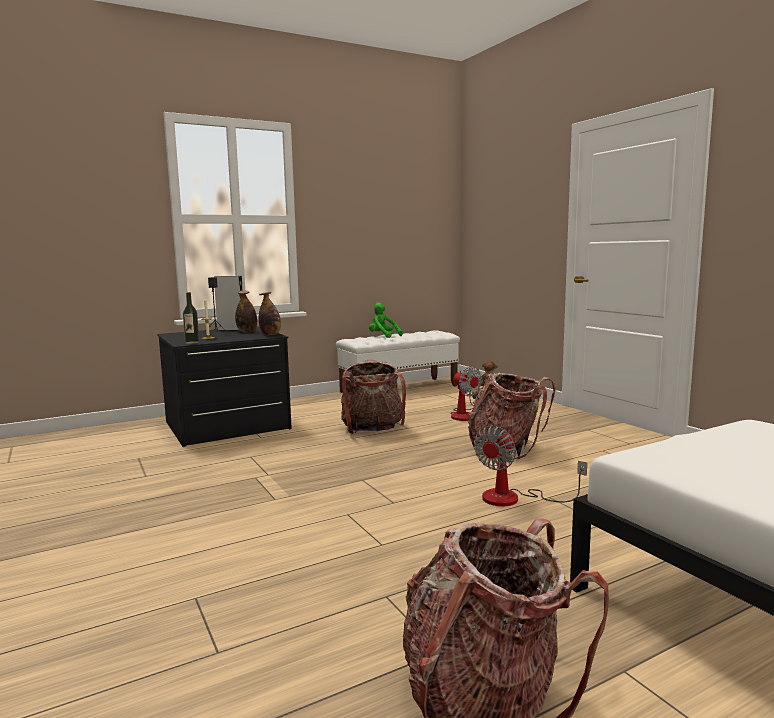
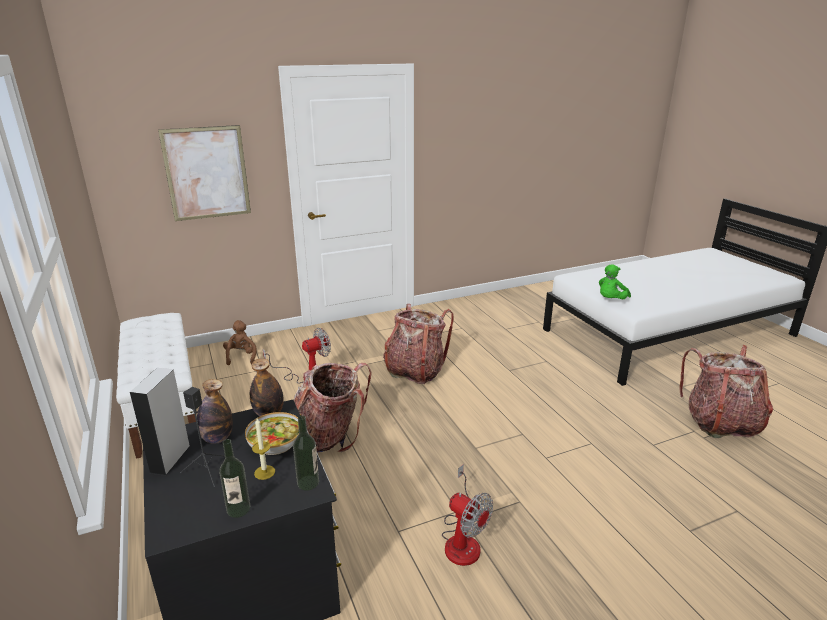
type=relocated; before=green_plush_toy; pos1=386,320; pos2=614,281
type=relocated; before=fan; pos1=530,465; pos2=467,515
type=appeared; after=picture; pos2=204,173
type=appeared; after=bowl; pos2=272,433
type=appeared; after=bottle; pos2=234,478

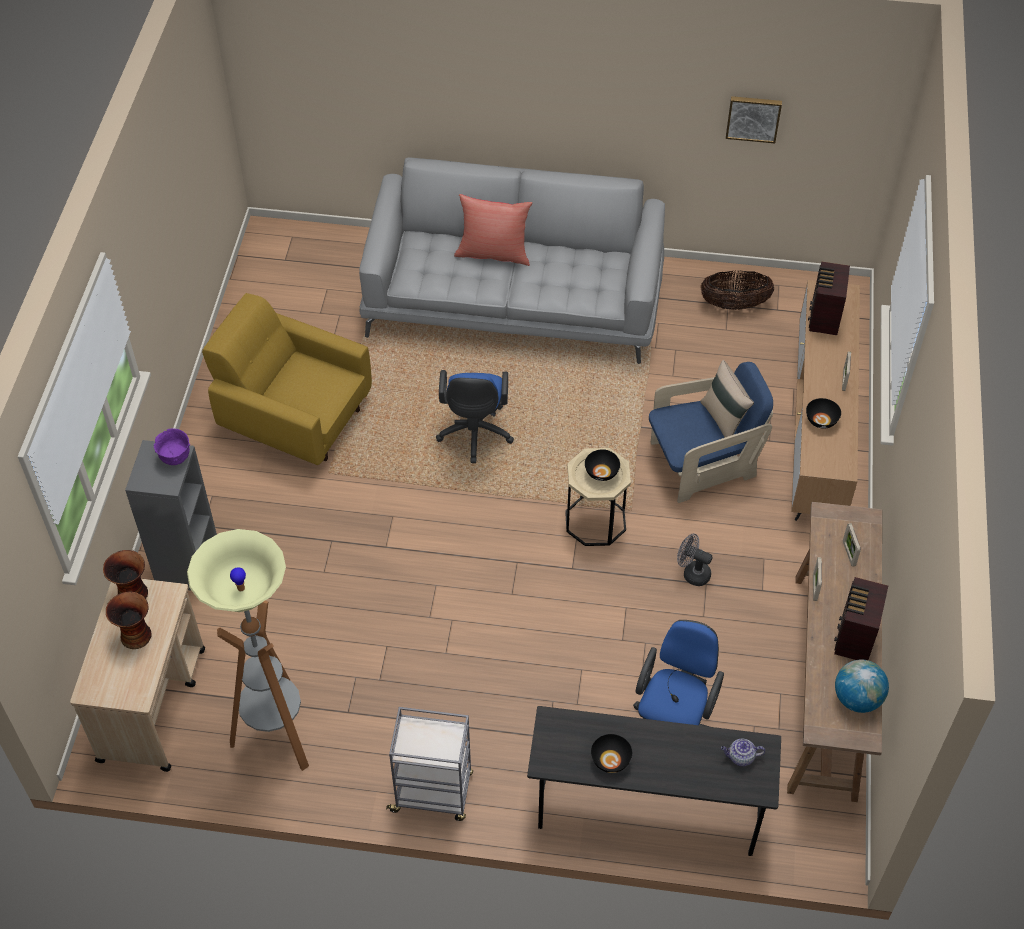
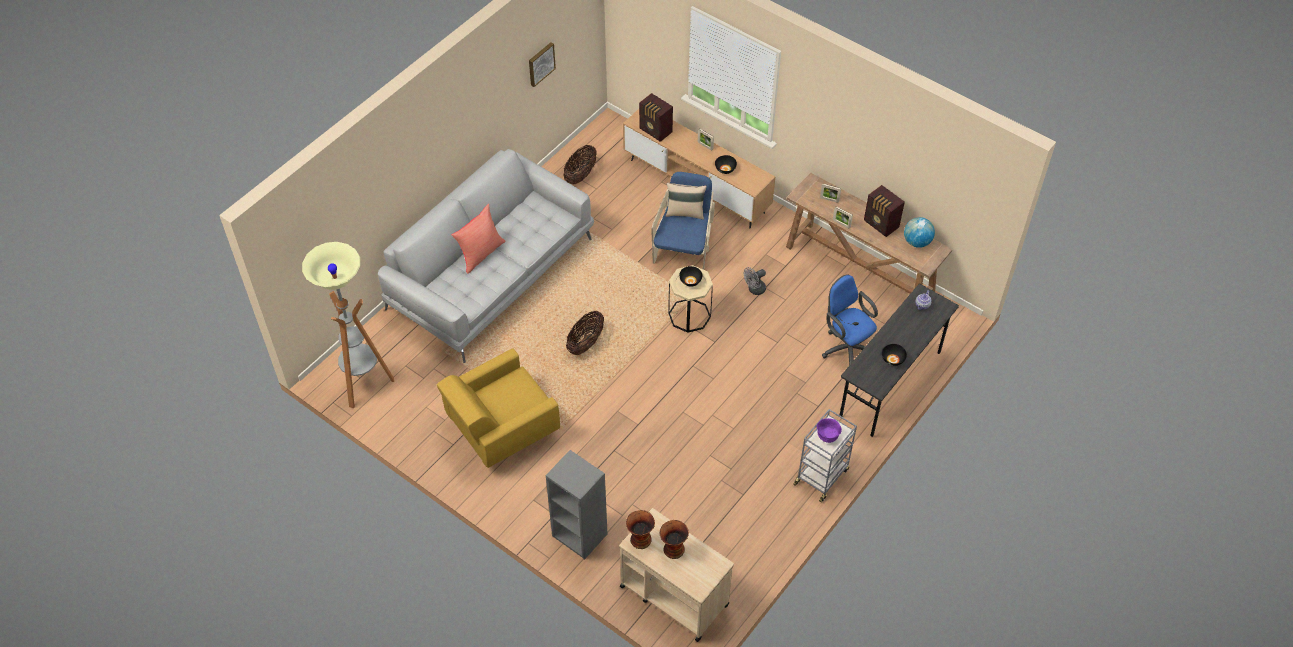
type=exchanged; before=blue_office_chair; after=basket; pos1=475,416; pos2=585,333
type=relocated; before=purple_bowl; pos1=172,446; pos2=829,430
type=relocated; before=floor_lamp; pos1=248,650; pos2=348,325

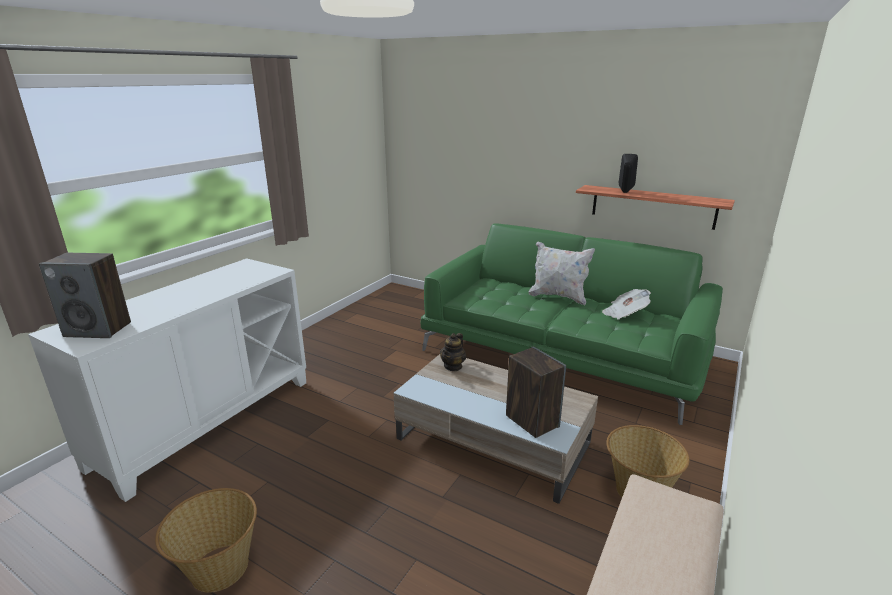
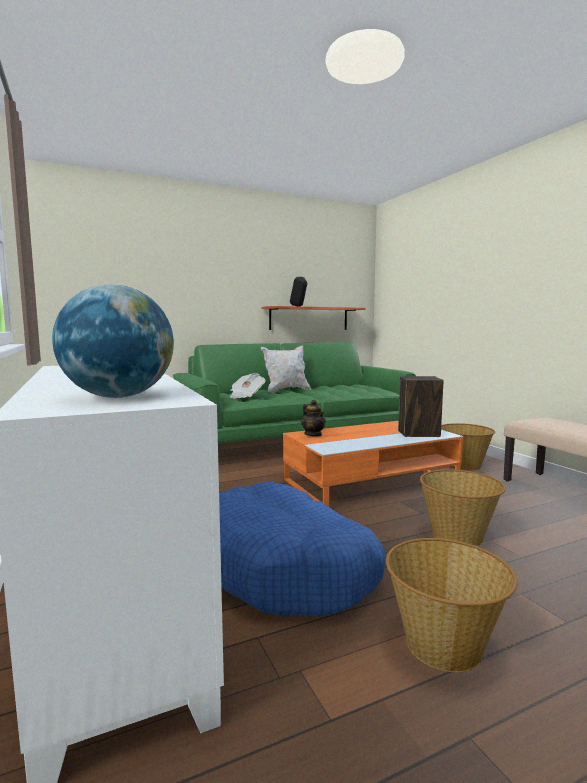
type=exchanged; before=speaker; after=globe; pos1=85,295; pos2=113,341
type=relocated; before=newspaper; pos1=626,304; pos2=247,386
type=colour; before=beige_coffee_table; after=orange_coffee_table; pos1=496,429; pos2=373,464
type=appeared; after=basket; pos2=463,507
type=appeared; after=blue_dog_bed; pos2=302,549

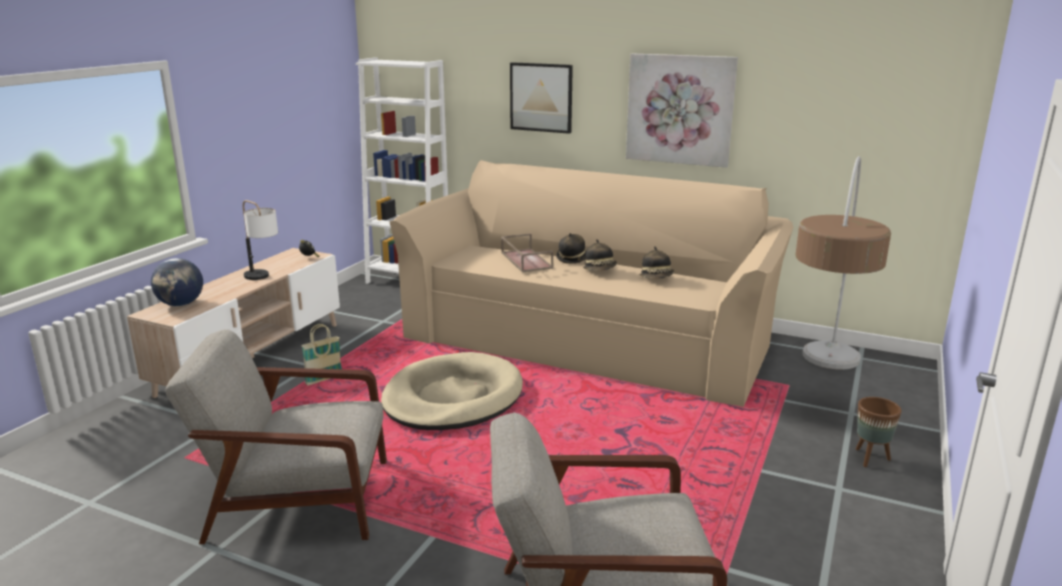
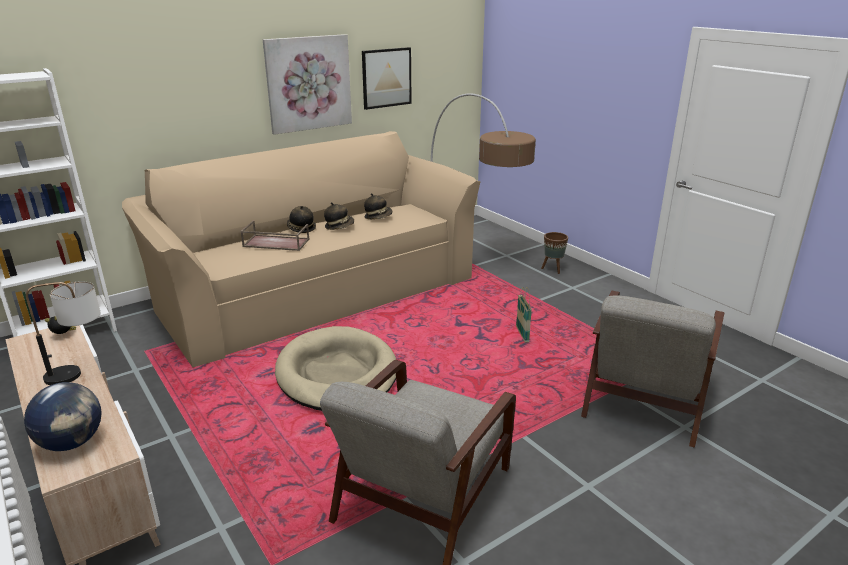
type=relocated; before=picture; pos1=541,98; pos2=387,78
type=relocated; before=basket; pos1=322,354; pos2=524,315

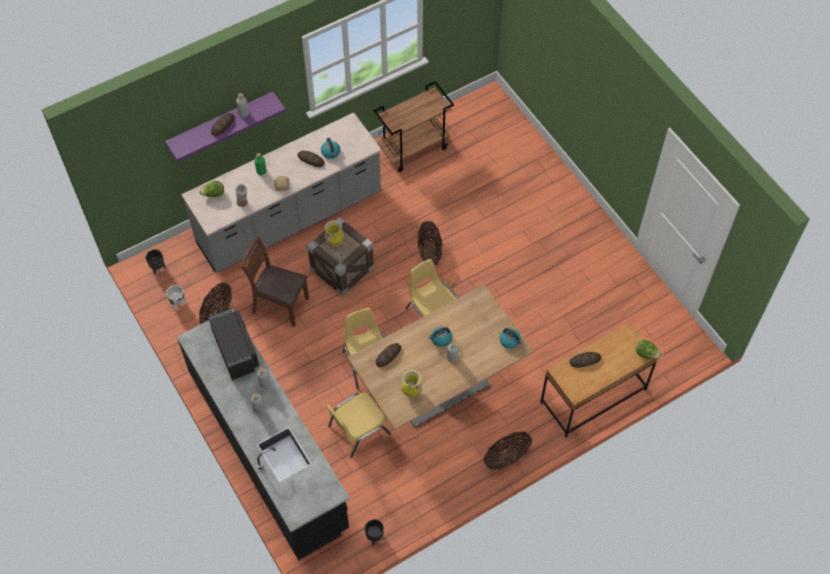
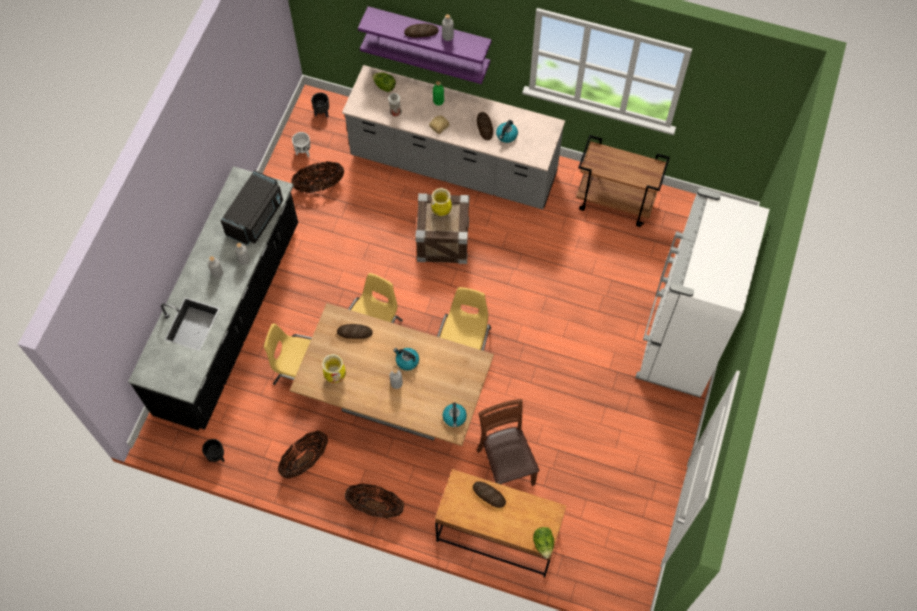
type=relocated; before=basket; pos1=430,243; pos2=303,454
type=relocated; before=brown_chair; pos1=275,281; pos2=508,442
type=appeared; after=purple_shelf; pos2=425,58
type=appeared; after=white_fridge; pos2=702,292

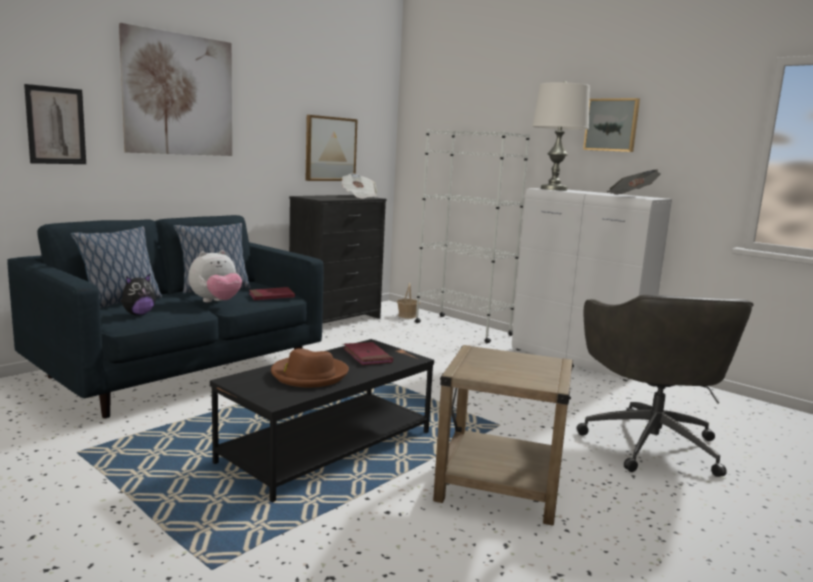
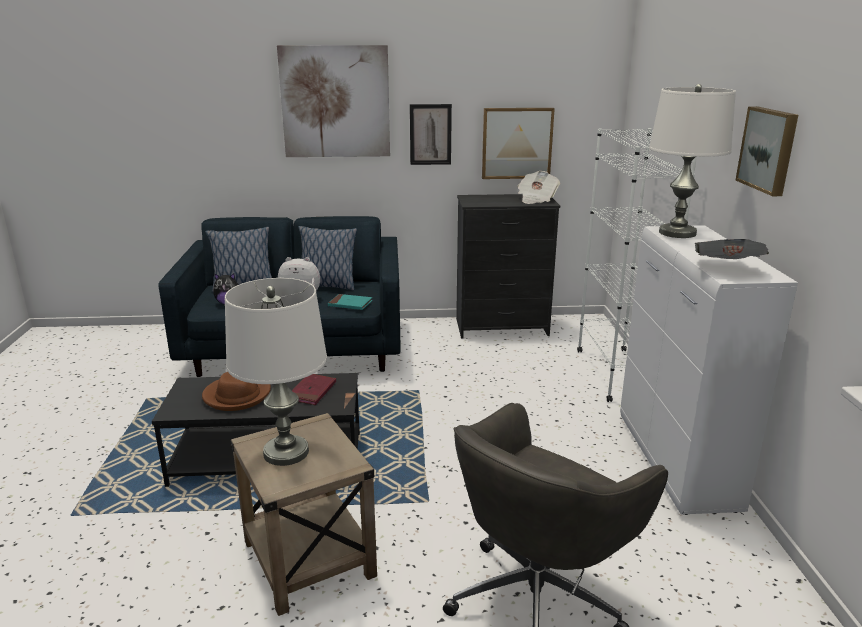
type=relocated; before=picture; pos1=55,124; pos2=431,134
type=missing; before=basket; pos1=408,301
type=colour; before=red_book; after=turquoise_book; pos1=272,293; pos2=350,302
type=appeared; after=white_table_lamp; pos2=276,372

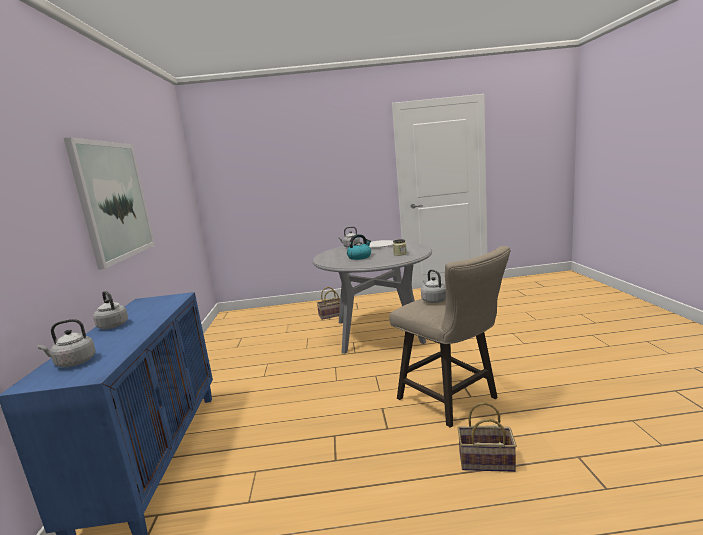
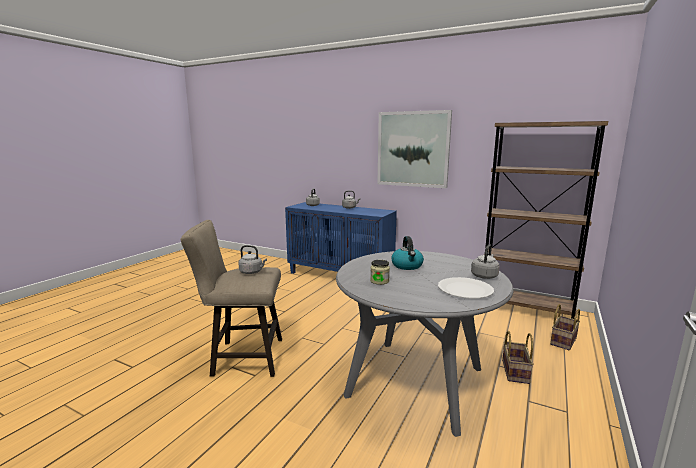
type=relocated; before=basket; pos1=487,437; pos2=565,327
type=appeared; after=brown_bookcase; pos2=546,220

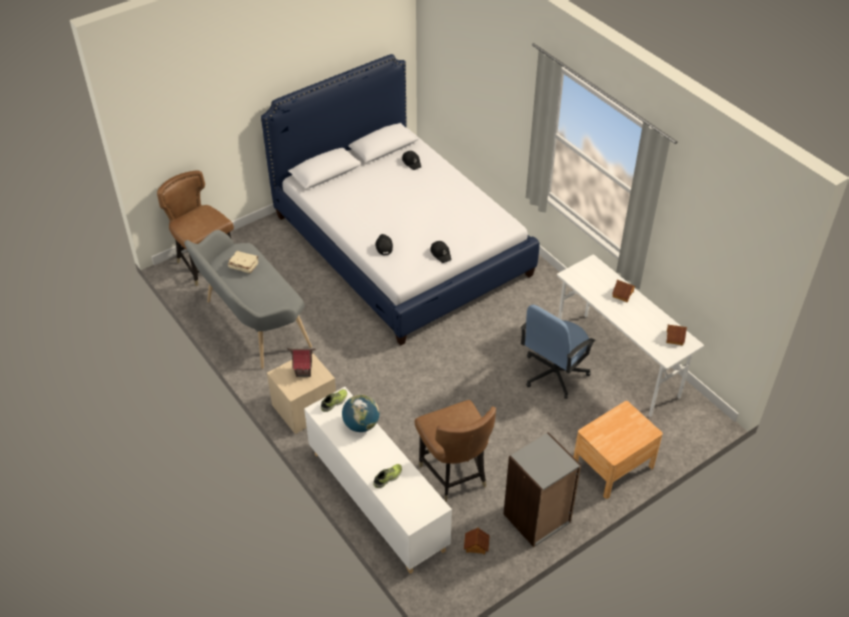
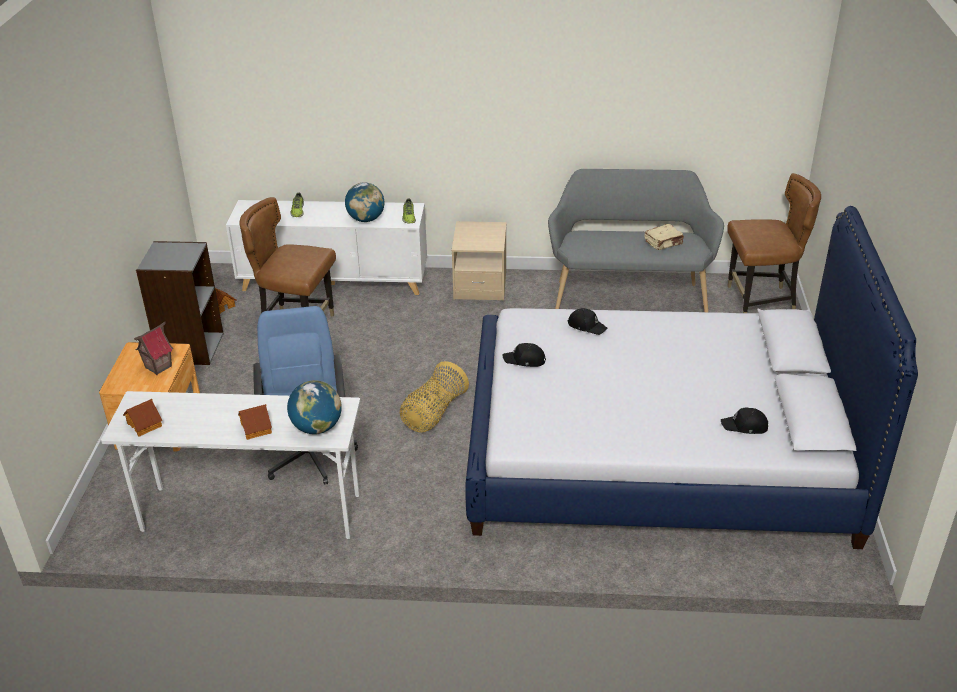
type=relocated; before=toy_house; pos1=301,362; pos2=154,348
type=appeared; after=basket; pos2=434,397
type=appeared; after=globe; pos2=314,407

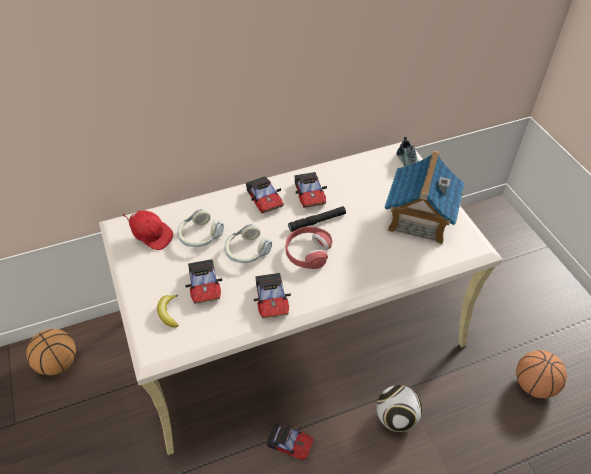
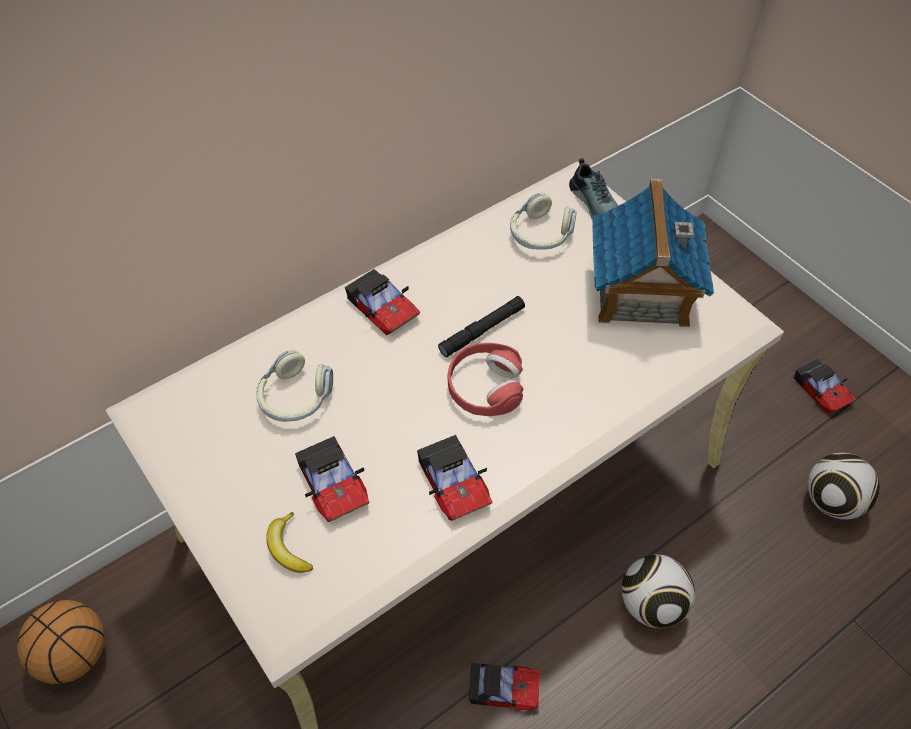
type=relocated; before=toy_car; pos1=311,190; pos2=825,386
type=missing; before=red_cap; pos1=147,230
type=relocated; before=headphones; pos1=248,243; pos2=543,221
type=exchanged; before=basketball; after=football; pos1=541,374; pos2=844,486

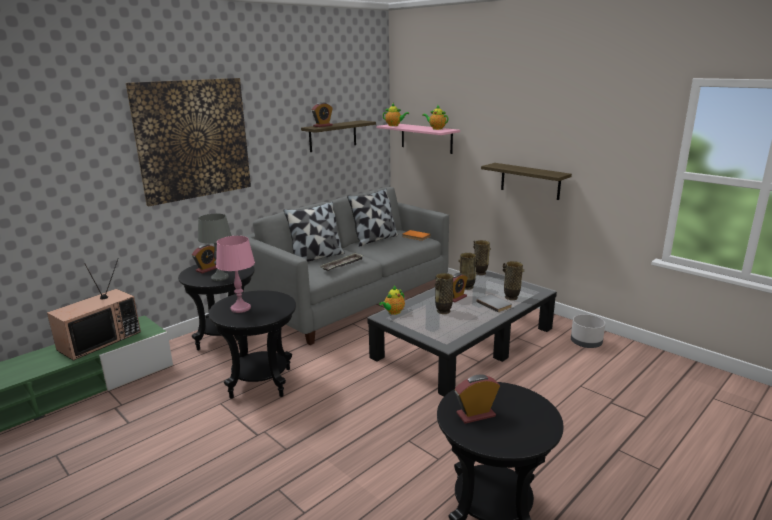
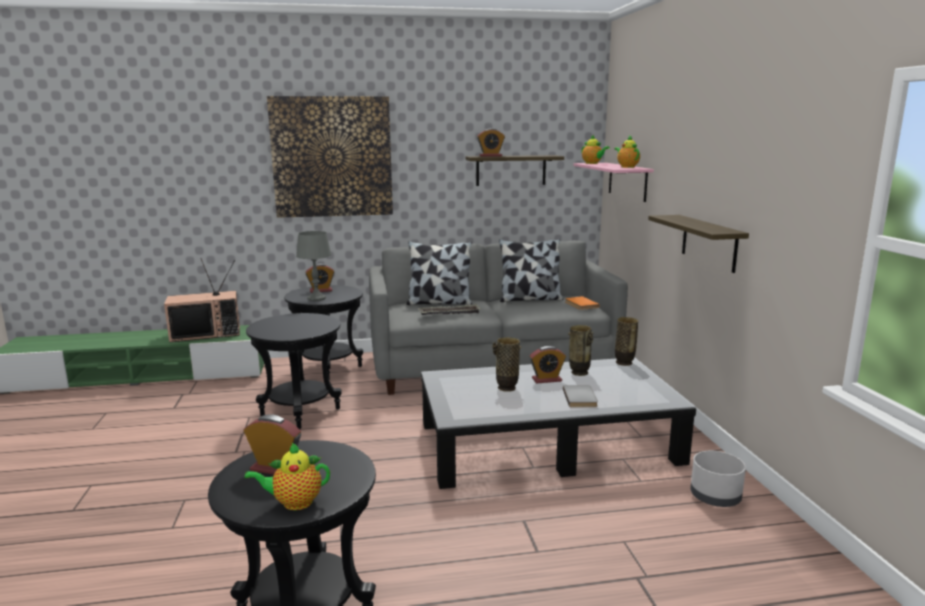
type=missing; before=pink_table_lamp; pos1=235,274
type=missing; before=vase; pos1=513,280
type=relocated; before=teapot; pos1=392,300; pos2=287,476

